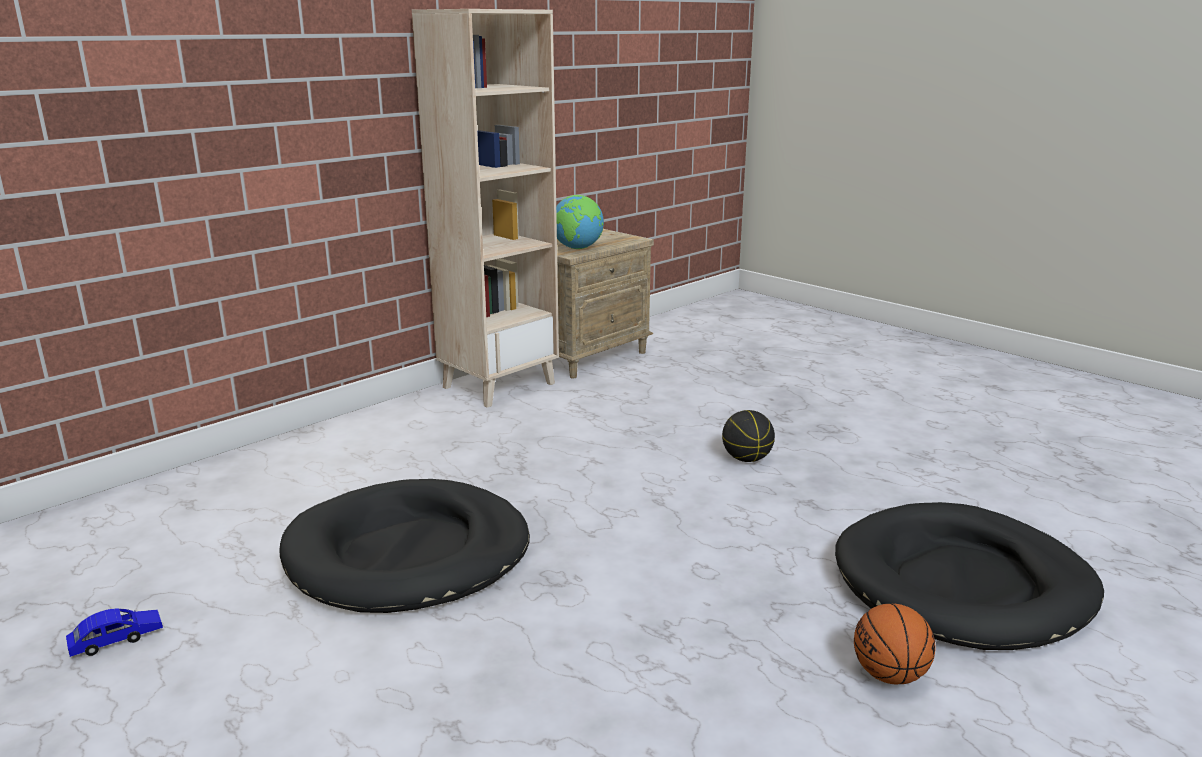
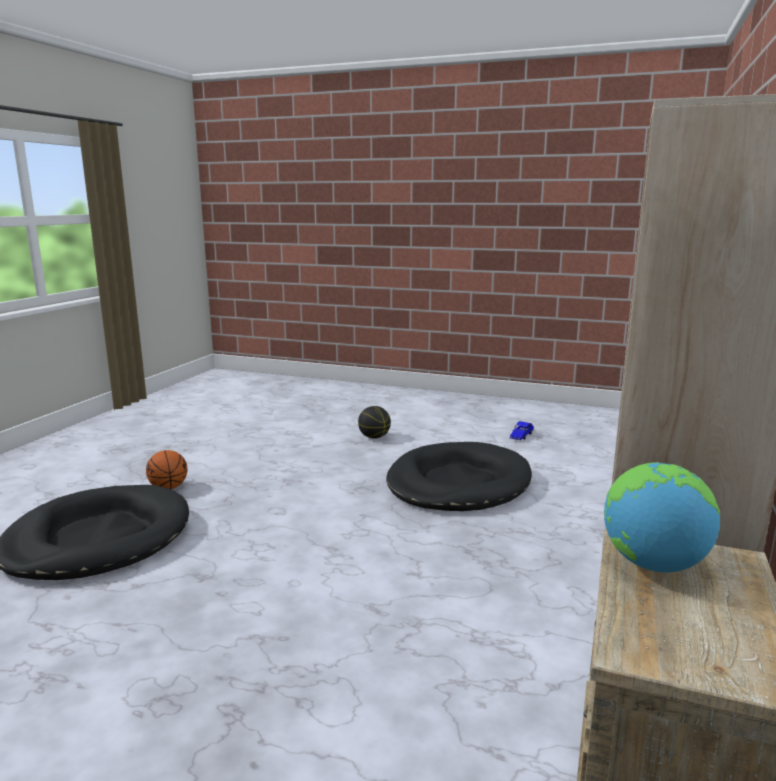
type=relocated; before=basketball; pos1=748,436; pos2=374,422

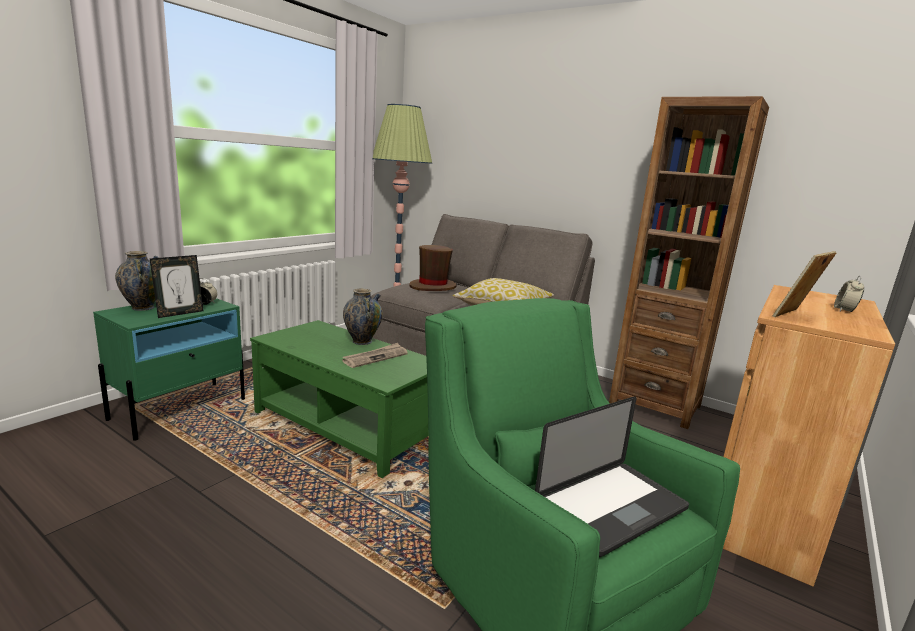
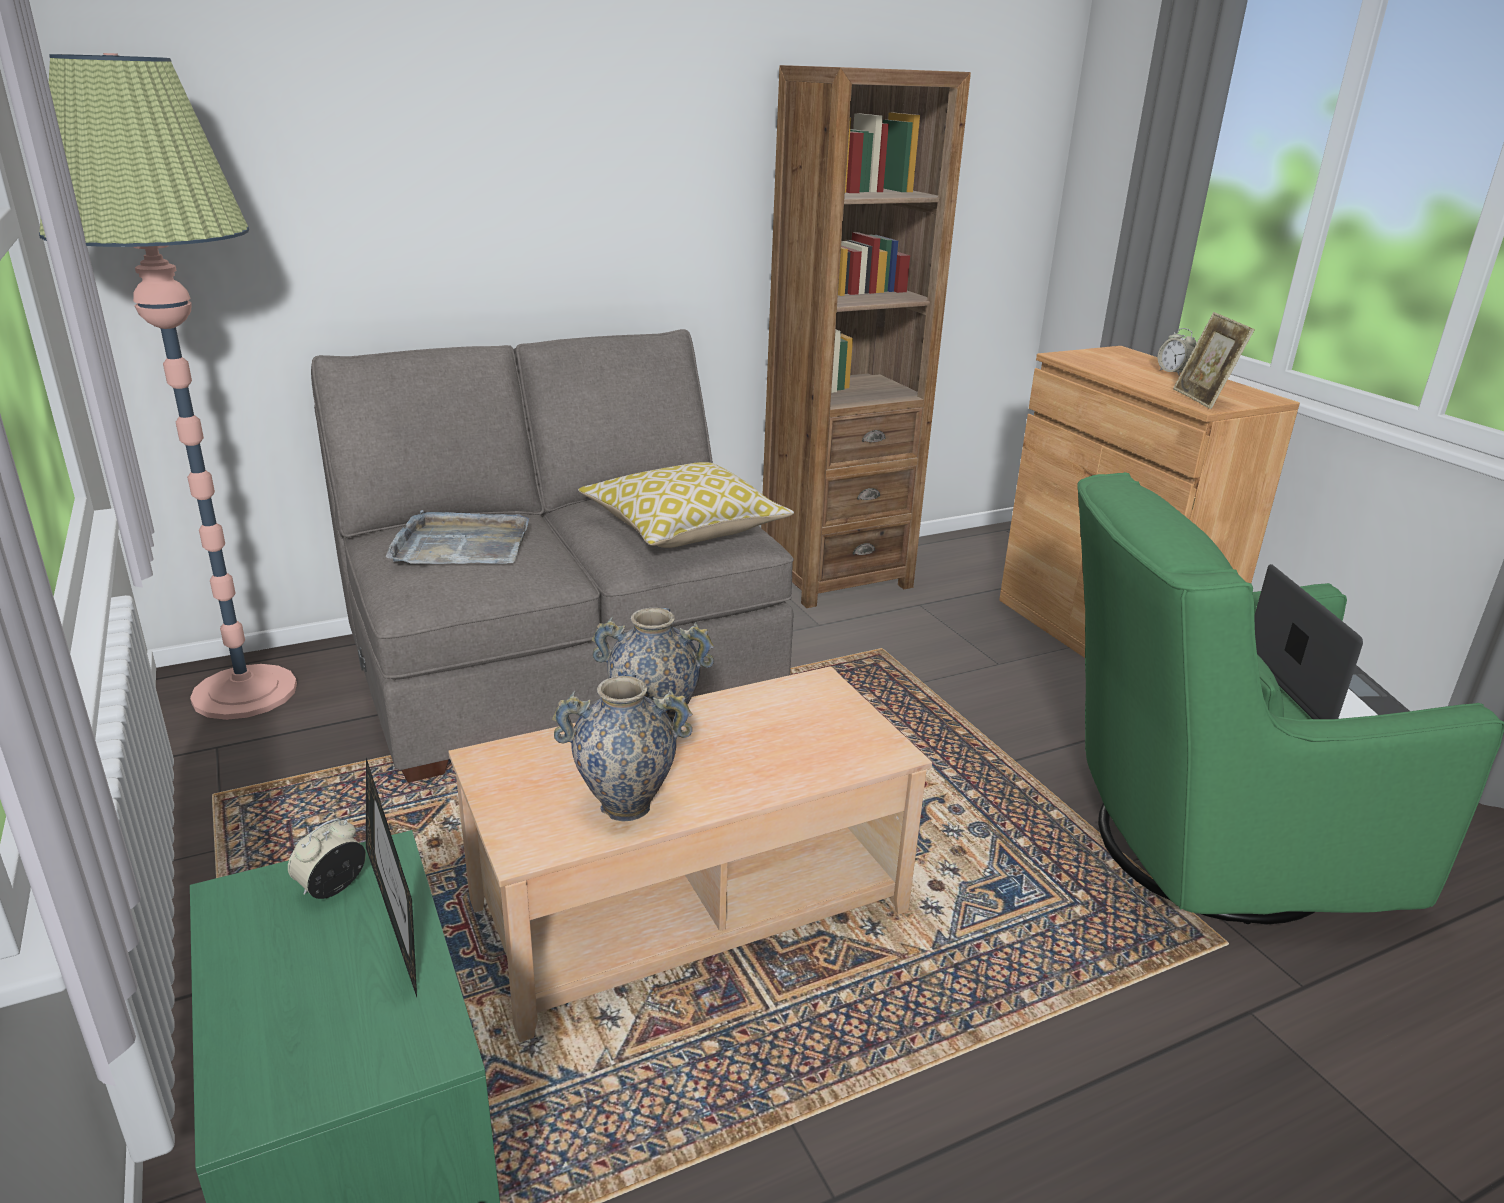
type=exchanged; before=brown_hat; after=grey_tray; pos1=432,268; pos2=457,537
type=relocated; before=vase; pos1=137,281; pos2=622,748
type=colour; before=green_coffee_table; after=beige_coffee_table; pos1=339,399; pos2=690,854
type=missing; before=newspaper; pos1=375,355

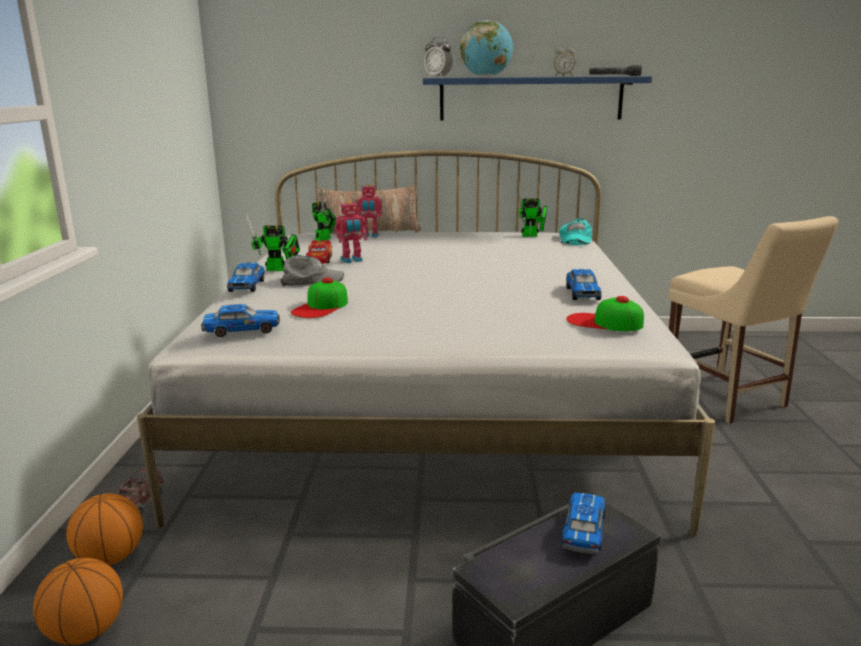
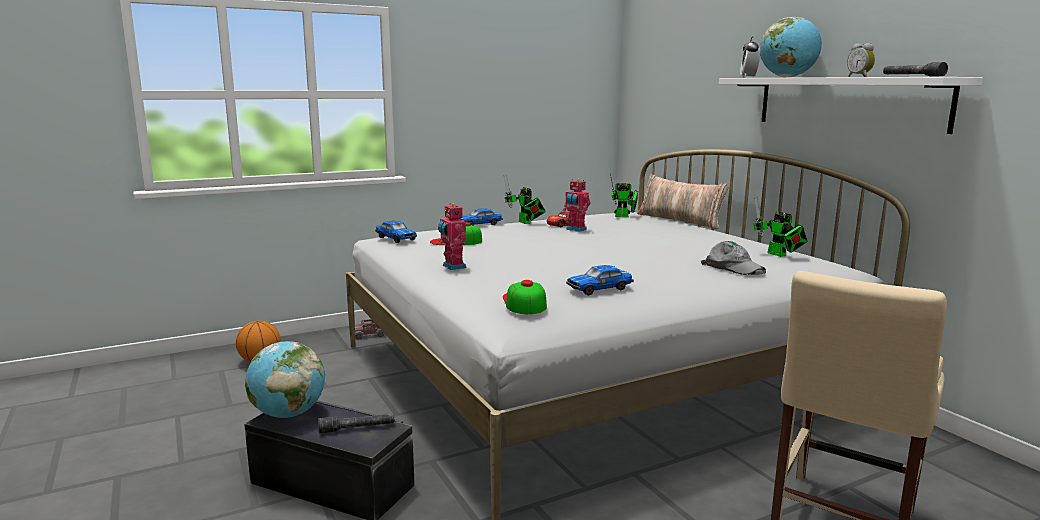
type=colour; before=blue_shelf; after=white_shelf; pos1=537,98; pos2=851,105
type=relocated; before=toy_robot; pos1=369,211; pos2=452,236
type=missing; before=turquoise_cap; pos1=575,231
type=relocated; before=grey_cap; pos1=312,270; pos2=733,258
type=missing; before=basketball; pos1=104,529
type=exchanged; before=toy_car; after=grey_flashlight; pos1=583,524; pos2=356,423
type=appeared; after=globe; pos2=285,379

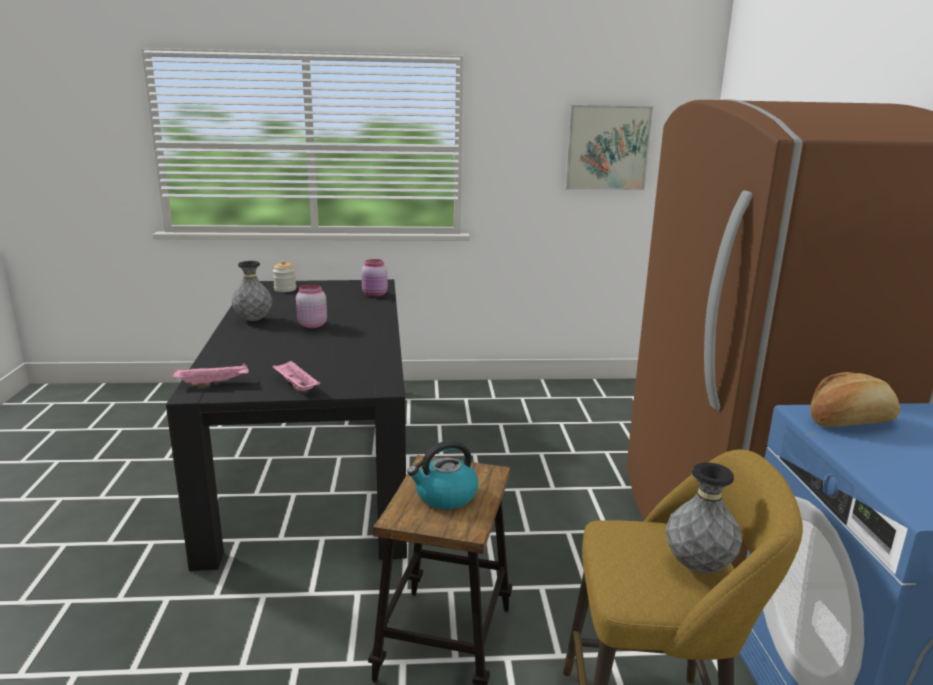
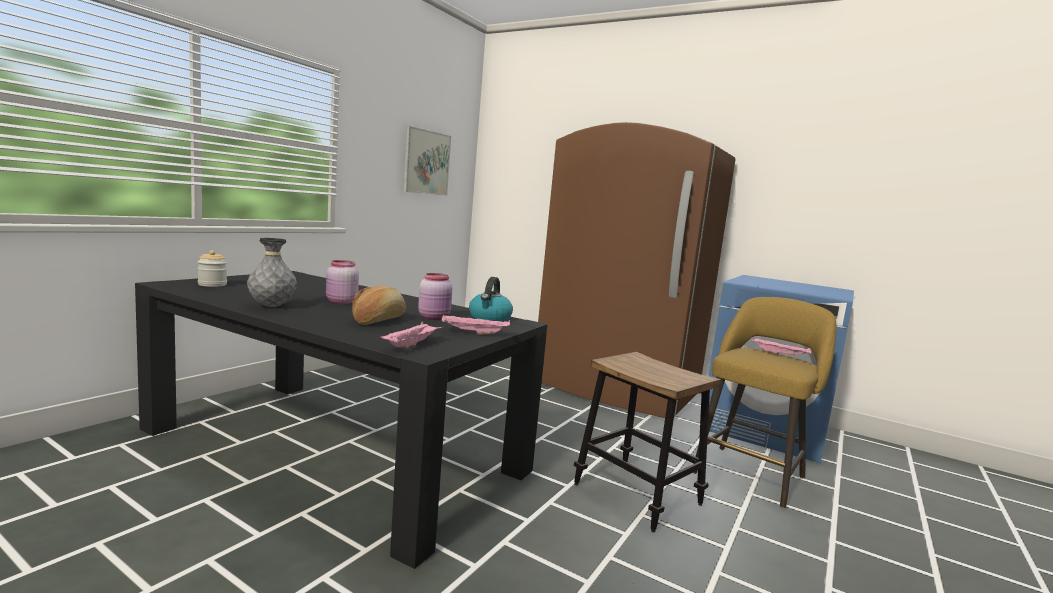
type=relocated; before=pink_jar; pos1=374,278; pos2=435,296
type=relocated; before=bread; pos1=856,399; pos2=379,305
type=relocated; before=kettle; pos1=442,474; pos2=491,299
type=exchanged; before=grey_vase; after=pink_tray; pos1=704,517; pos2=781,346

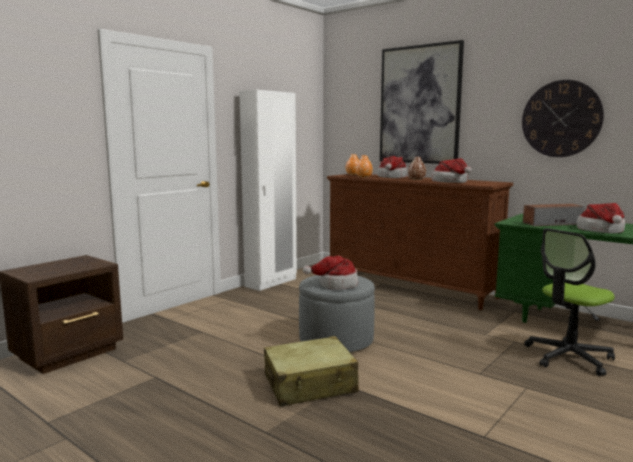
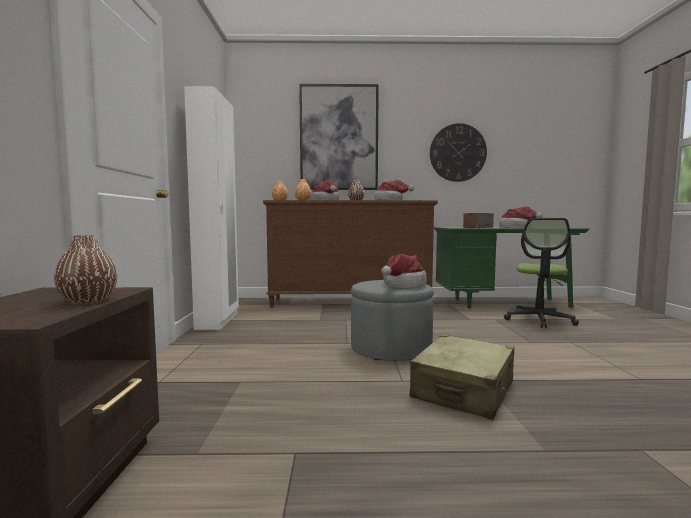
type=appeared; after=brown_vase; pos2=85,269

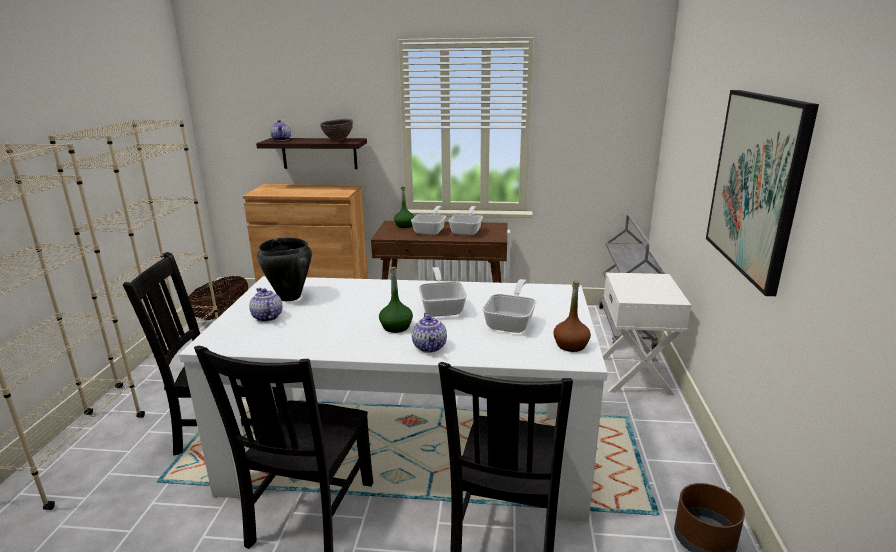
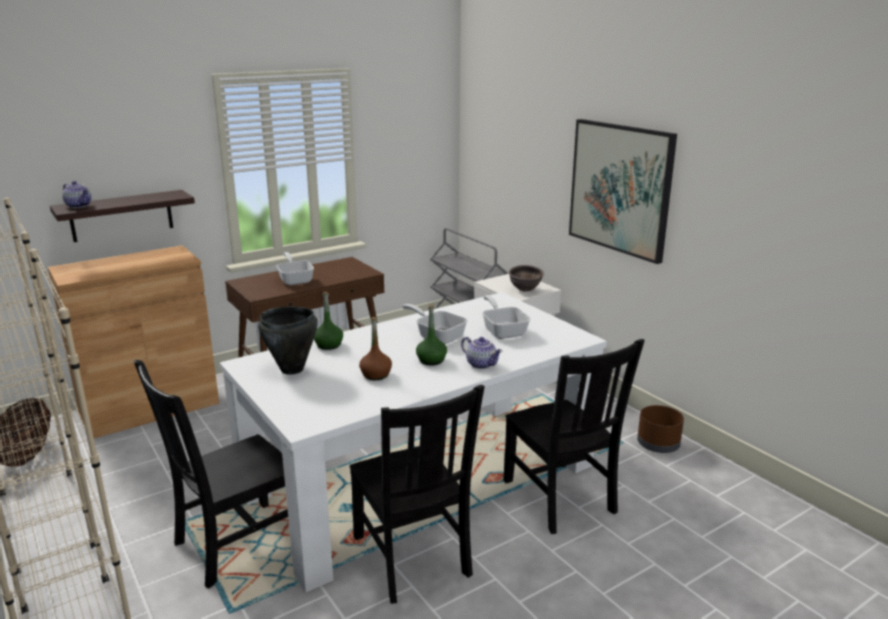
type=relocated; before=brown_bowl; pos1=336,130; pos2=526,278
type=relocated; before=green_bottle; pos1=404,207; pos2=328,321
type=missing; before=frying_pan; pos1=466,221
type=relocated; before=brown_bottle; pos1=572,316; pos2=375,348
type=missing; before=teapot; pos1=266,305

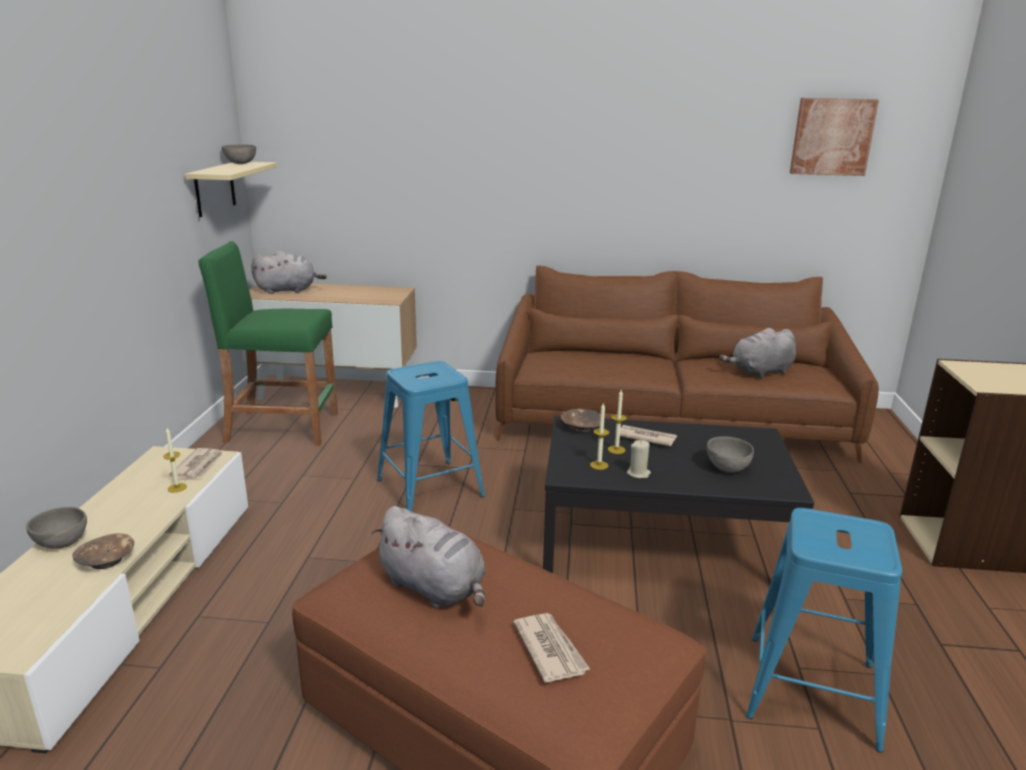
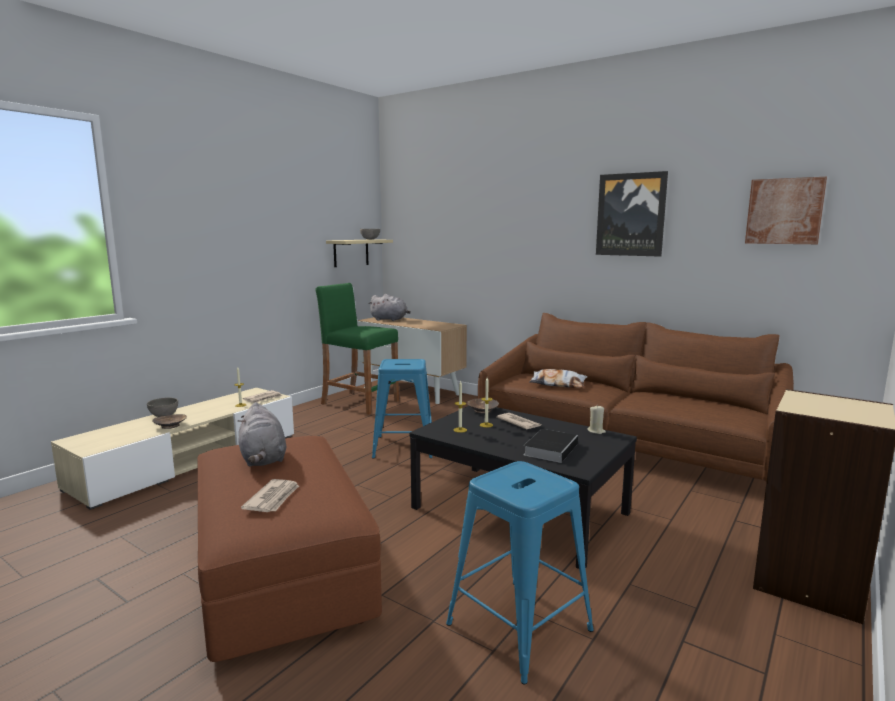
type=missing; before=grey_plush_toy; pos1=757,353
type=exchanged; before=grey_bowl; after=book; pos1=730,454; pos2=551,446
type=relocated; before=beige_candle; pos1=639,459; pos2=596,419
type=appeared; after=picture; pos2=632,214
type=appeared; after=pillow; pos2=558,378

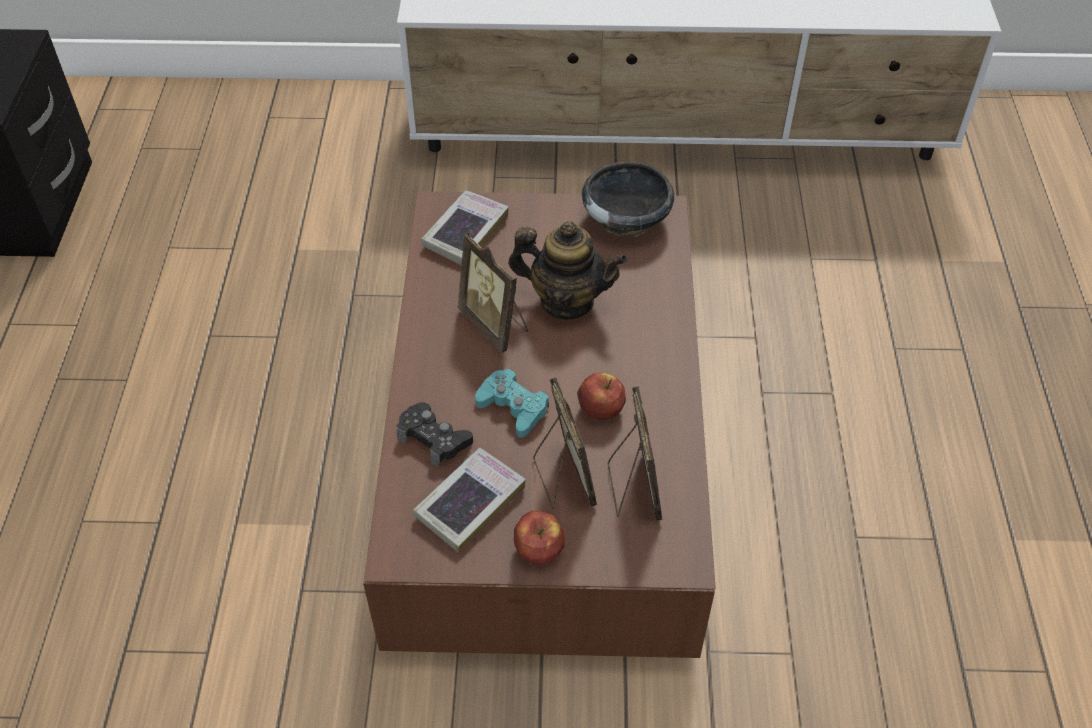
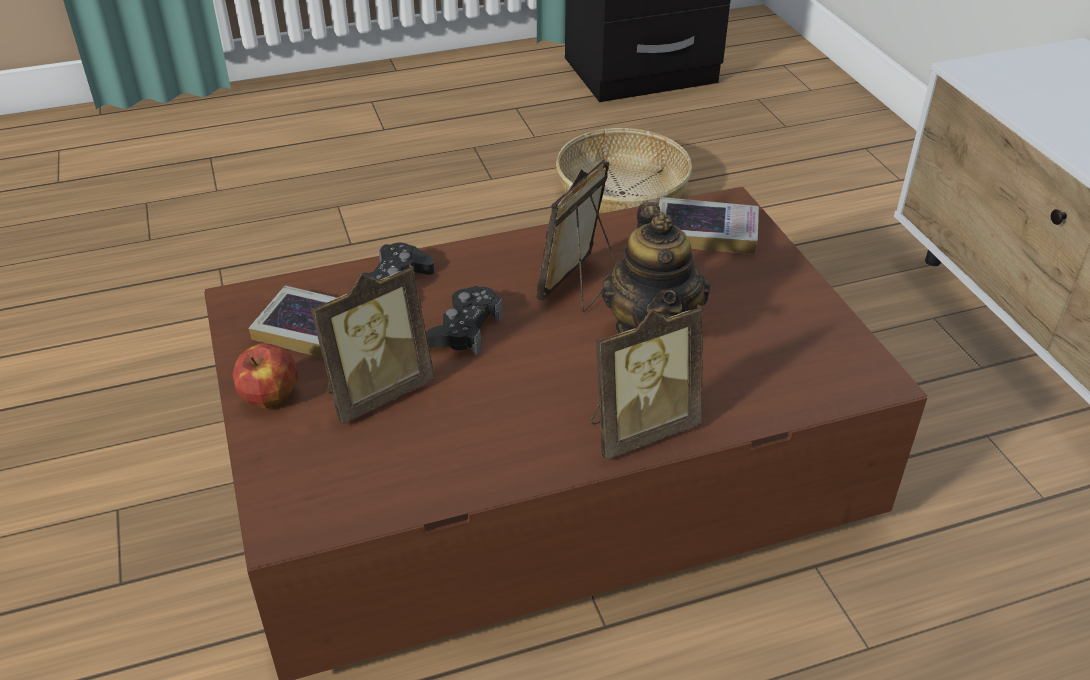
type=missing; before=black_bowl; pos1=628,199
type=colour; before=turquoise_game_controller; after=black_game_controller; pos1=512,403; pos2=464,320
type=missing; before=apple; pos1=601,396
type=relocated; before=picture_frame; pos1=635,453; pos2=647,382
type=appeared; after=basket; pos2=624,171

